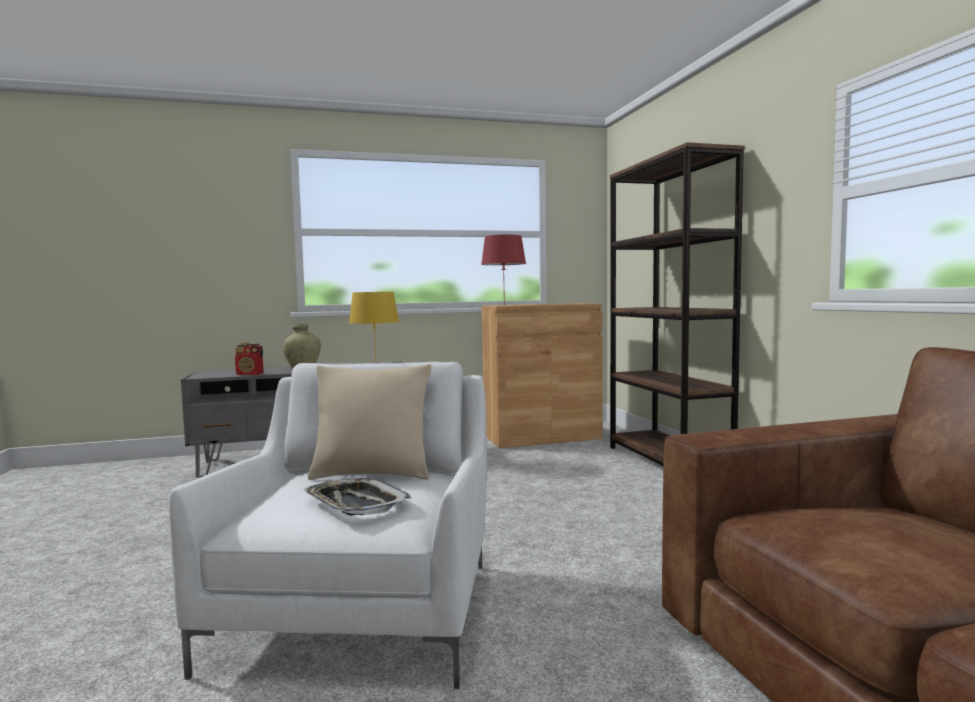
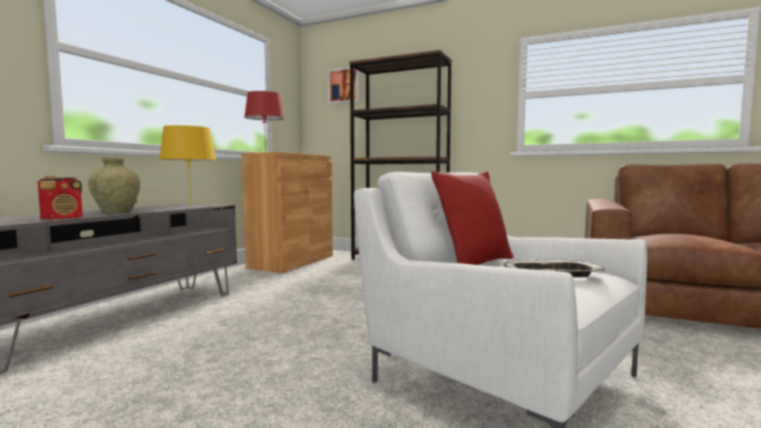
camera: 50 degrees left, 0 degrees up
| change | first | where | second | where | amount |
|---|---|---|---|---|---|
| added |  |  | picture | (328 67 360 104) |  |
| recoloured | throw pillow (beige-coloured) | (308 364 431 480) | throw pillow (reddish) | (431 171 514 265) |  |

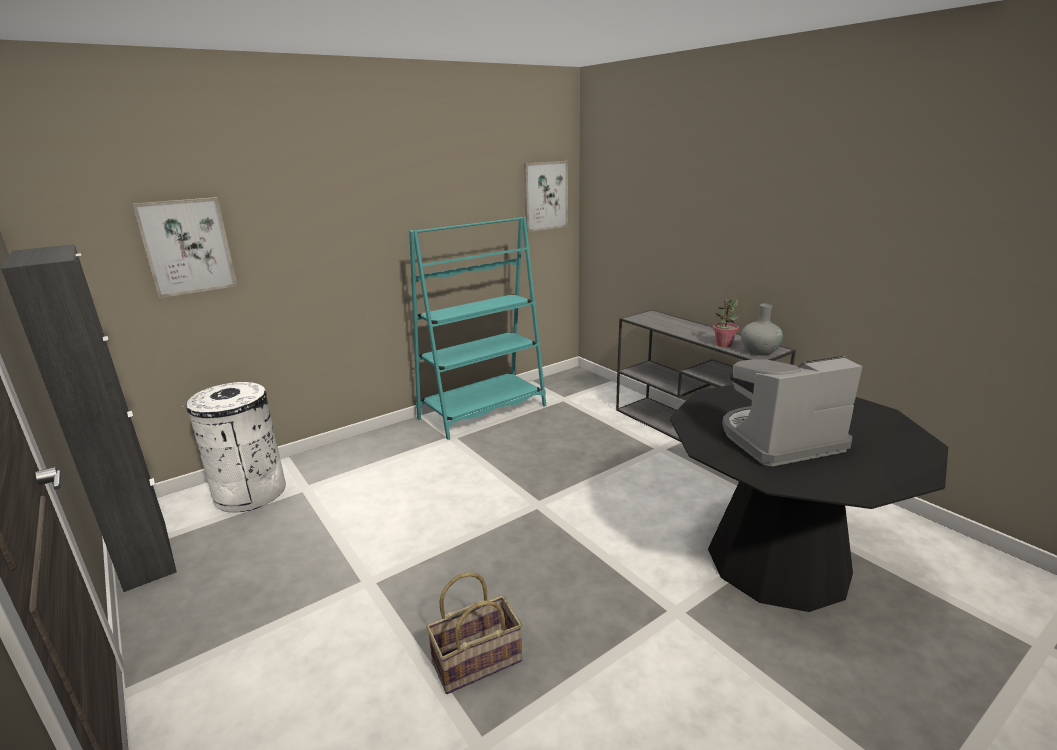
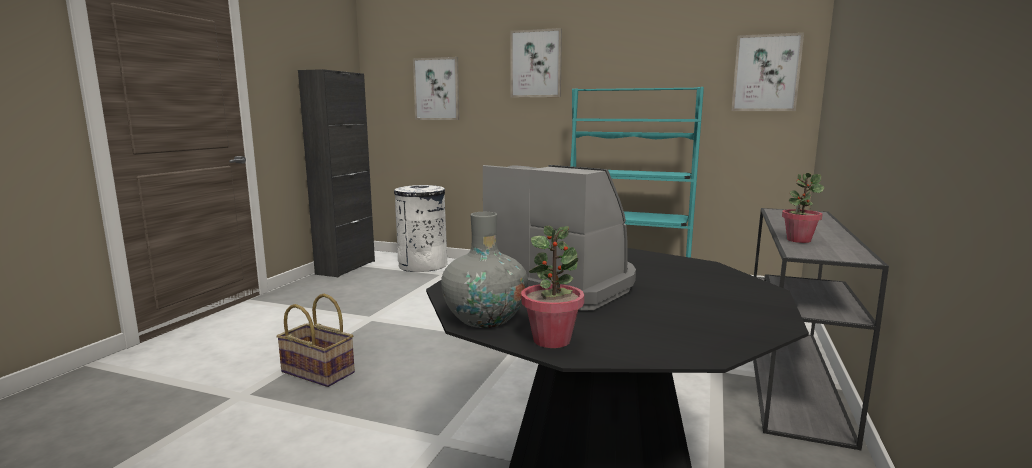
camera: 55 degrees right, 10 degrees down
| change | first | where | second | where | amount |
|---|---|---|---|---|---|
| moved | flower vase (greyish) | (741 304 783 355) |  | (441 212 528 328) |  |
| added |  |  | picture | (511 28 562 98) |  |
| added |  |  | houseplant | (521 226 584 348) |  |

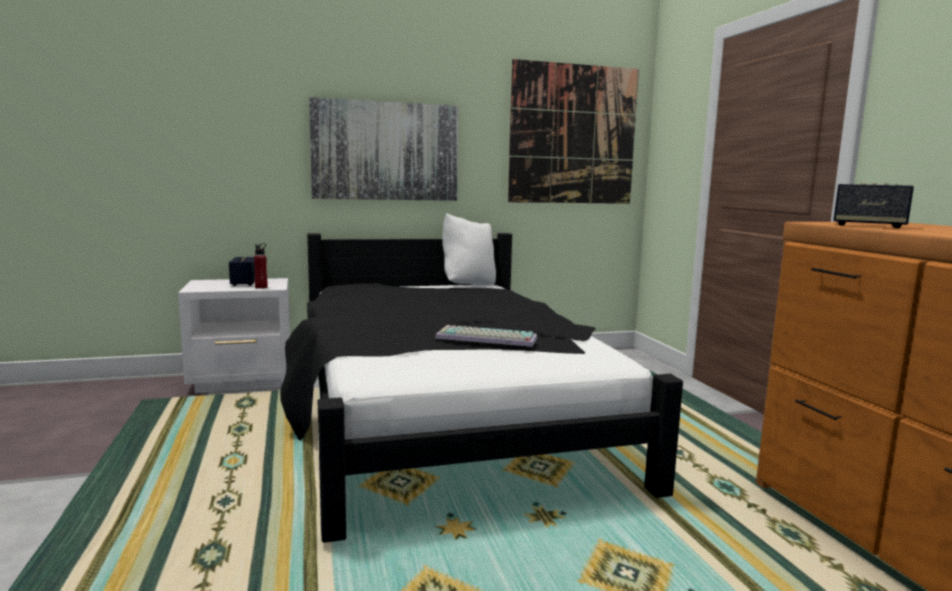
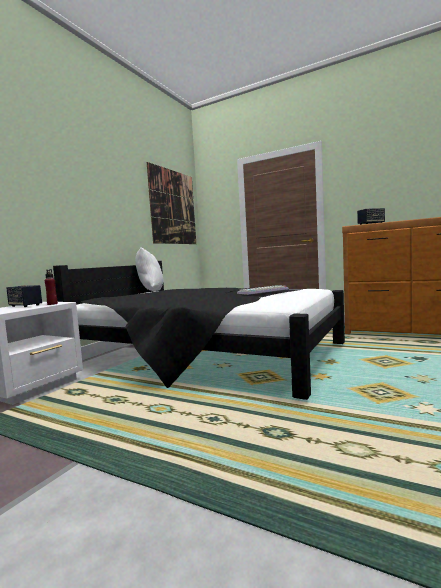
camera: 45 degrees left, 5 degrees down
| change | first | where | second | where | amount |
|---|---|---|---|---|---|
| removed | picture | (309 97 459 201) |  |  |  |

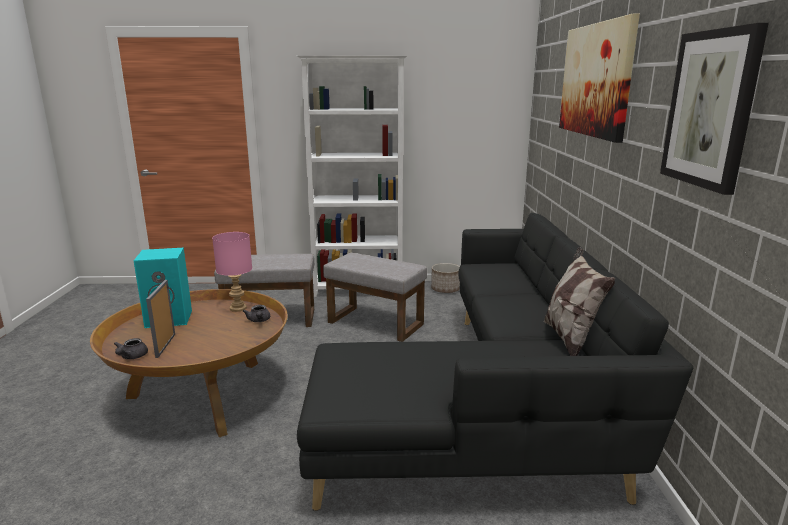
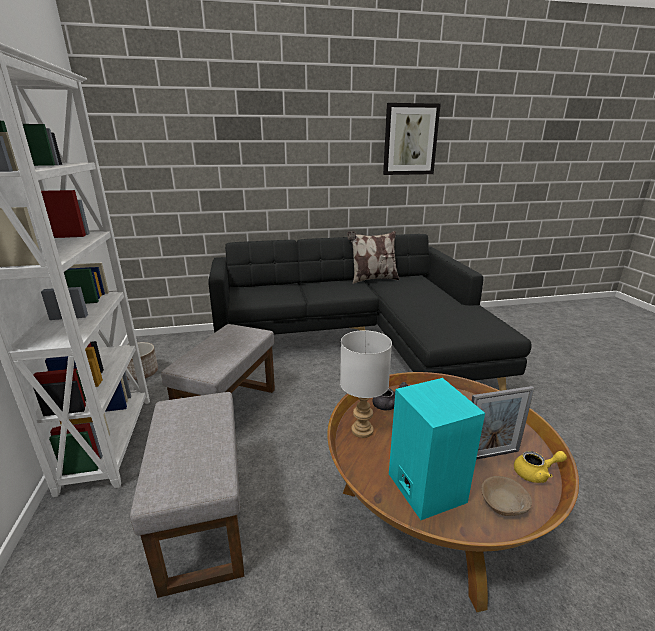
camera: 100 degrees left, 5 degrees up
| change | first | where | second | where | amount |
|---|---|---|---|---|---|
| recoloured | tabletop lamp (pink) | (212 232 252 312) | tabletop lamp (white) | (340 330 392 438) |  |
| added |  |  | deep dish (beige-coloured) | (481 476 532 516) |  |
| recoloured | teapot (greyish) | (114 338 148 359) | teapot (yellow) | (514 451 567 483) |  |
| removed | picture | (559 13 640 143) |  |  |  |

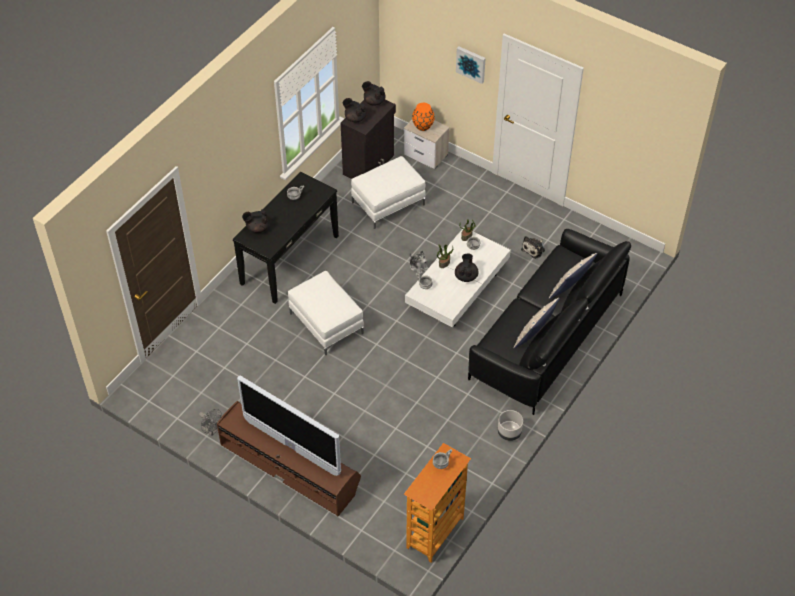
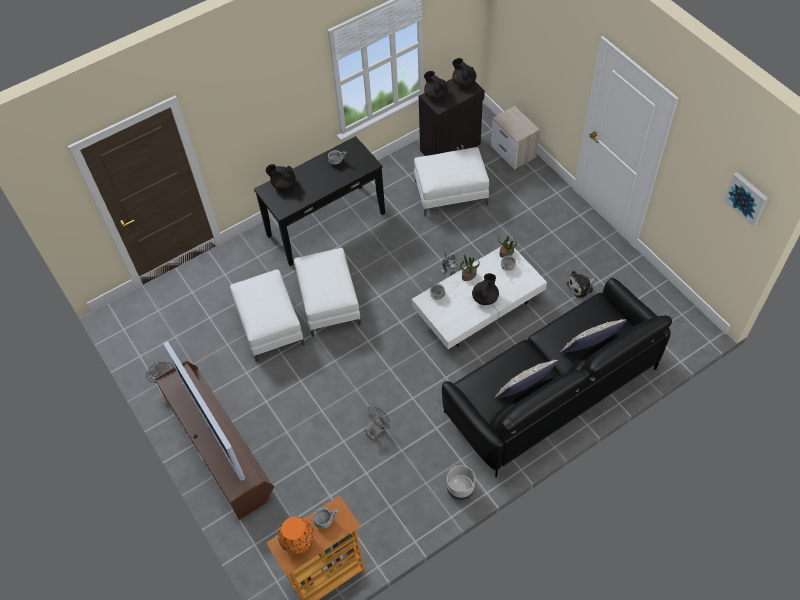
camera: 25 degrees right, 5 degrees up
| change | first | where | second | where | amount |
|---|---|---|---|---|---|
| added |  |  | footrest (white) | (230 270 305 362) |  |
| moved | flower vase (orange) | (412 103 435 131) |  | (278 517 314 554) |  |
| added |  |  | electric fan (greyish) | (364 407 390 440) |  |
| moved | picture | (456 47 486 84) |  | (723 172 768 227) |  |

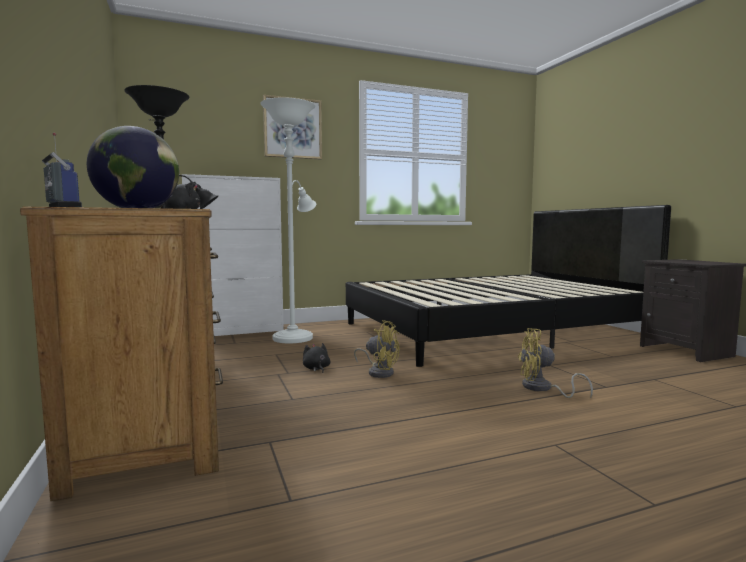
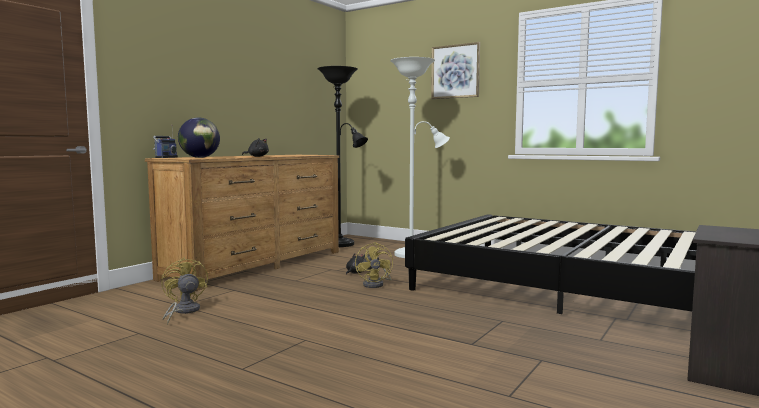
camera: 55 degrees right, 0 degrees up
| change | first | where | second | where | amount |
|---|---|---|---|---|---|
| moved | electric fan (yellow) | (518 328 593 398) |  | (161 257 208 325) |  |
| removed | storage cabinet (white) | (182 174 284 336) |  |  |  |

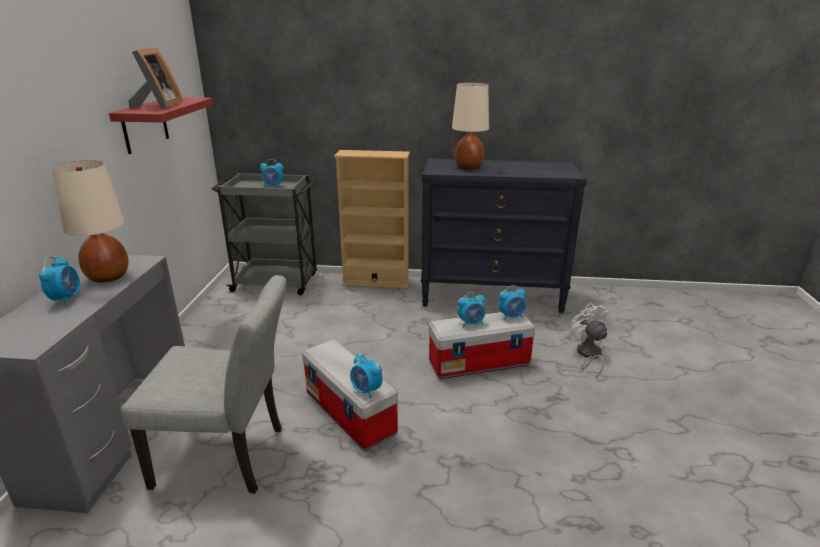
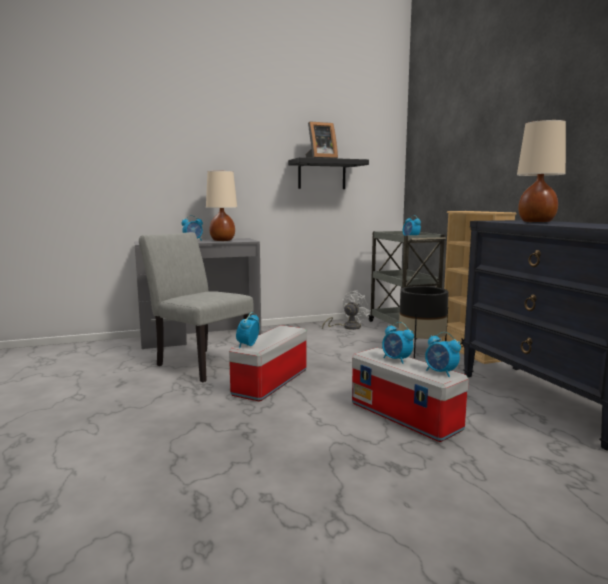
camera: 65 degrees right, 15 degrees down
| change | first | where | second | where | amount |
|---|---|---|---|---|---|
| turned | chair (greyish) | (121 275 287 494) |  | (139 232 254 382) | 150 degrees clockwise |
| recoloured | shelf (reddish) | (109 97 213 154) | shelf (blackish) | (288 157 369 189) |  |
| moved | electric fan (white) | (570 303 608 378) |  | (322 291 370 330) |  |
| added |  |  | flower pot (blackish) | (399 286 449 358) |  |

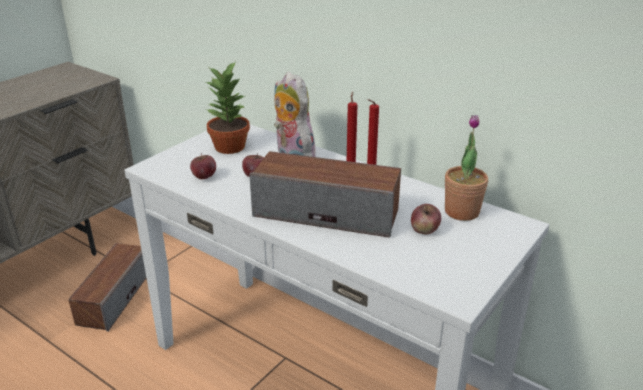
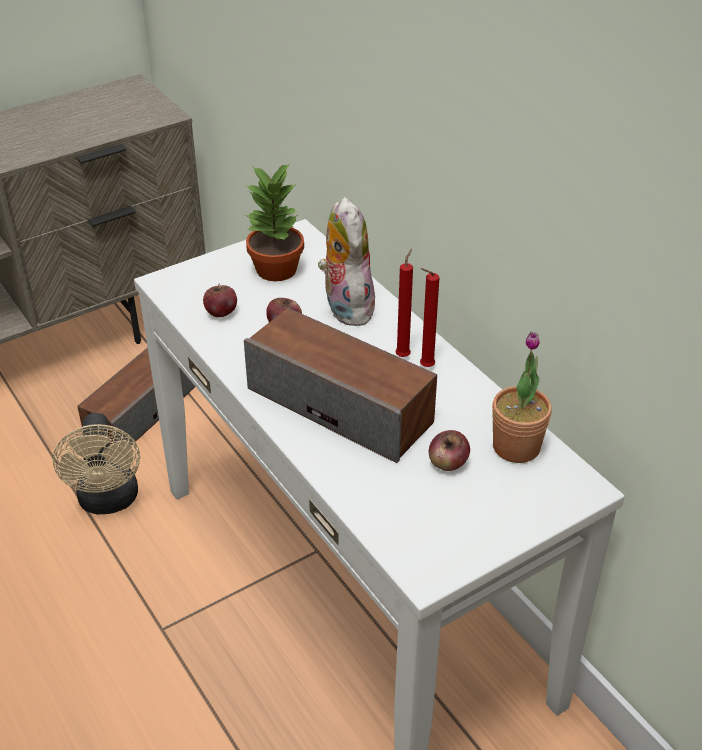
camera: 20 degrees right, 10 degrees up
| change | first | where | second | where | amount |
|---|---|---|---|---|---|
| added |  |  | electric fan (beige-coloured) | (53 413 140 515) |  |

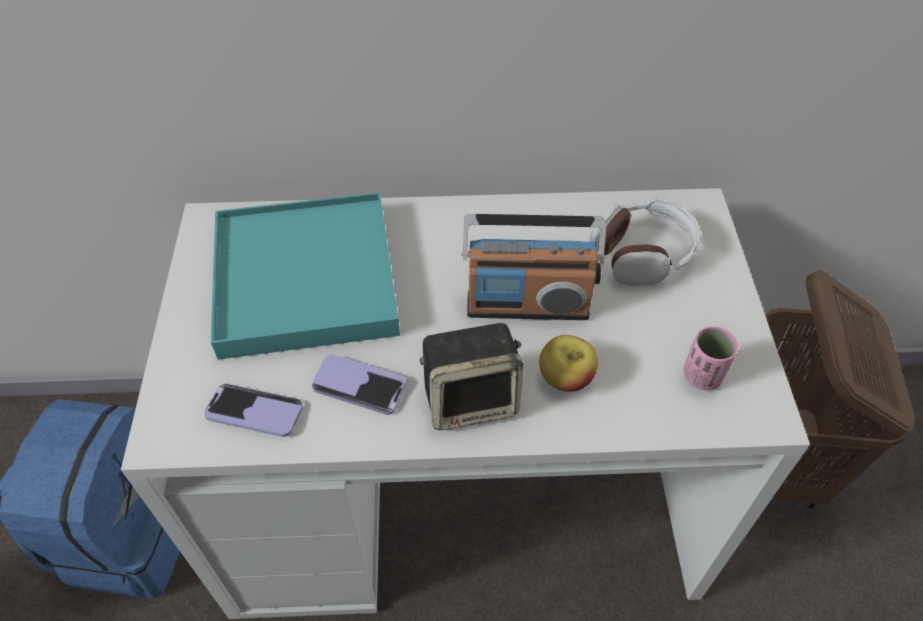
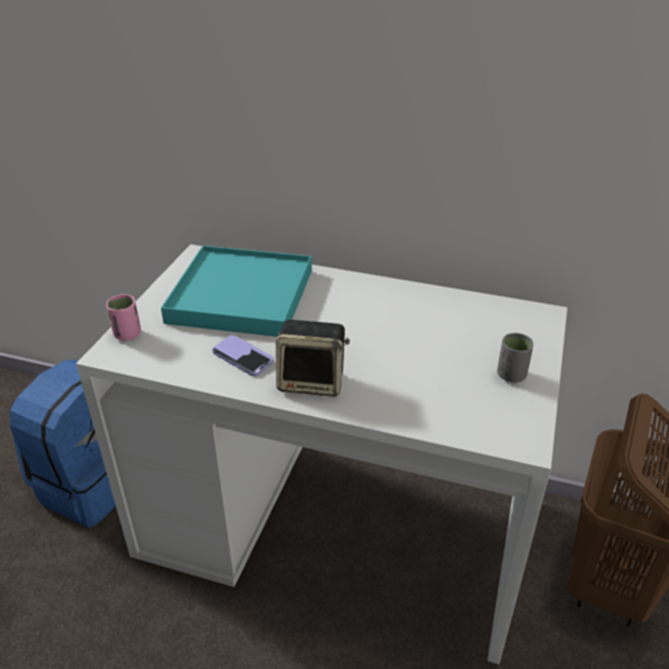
camera: 20 degrees right, 15 degrees down
| change | first | where | second | where | amount |
|---|---|---|---|---|---|
| moved | small cup (pink) | (683 326 739 391) |  | (106 294 141 341) |  |
| added |  |  | small cup (greyish) | (497 333 533 383) |  |
| removed | phone | (204 384 303 437) |  |  |  |
| removed | radio | (462 214 606 320) |  |  |  |
| removed | apple | (539 335 598 392) |  |  |  |
| removed | headphones | (589 198 701 286) |  |  |  |

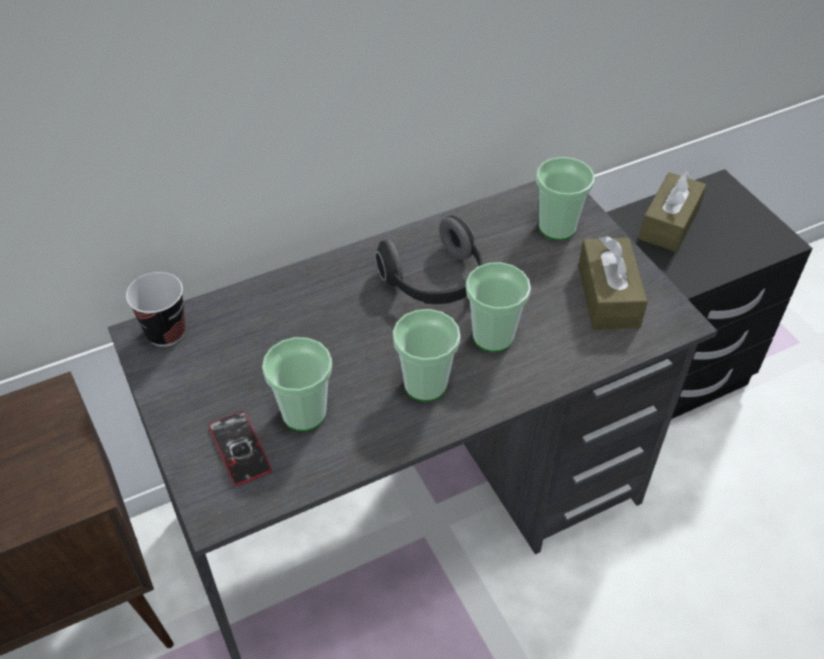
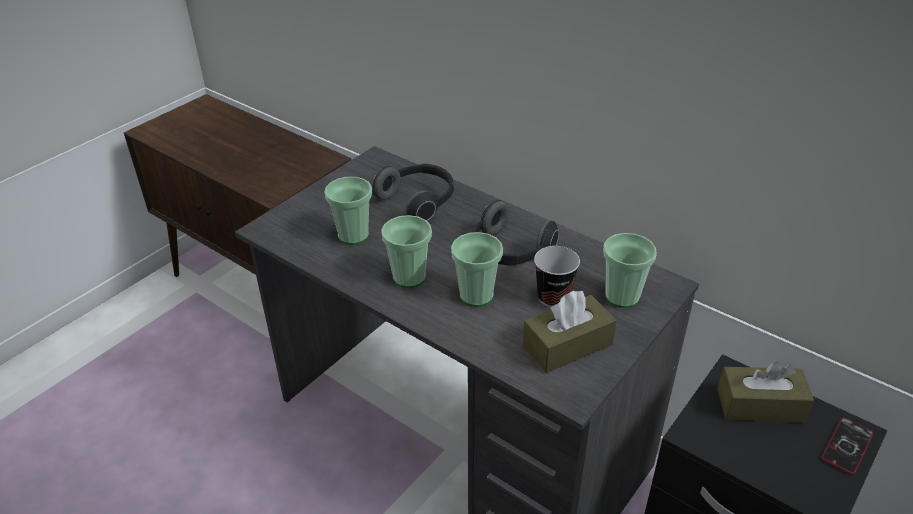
camera: 65 degrees right, 10 degrees down
| change | first | where | second | where | amount |
|---|---|---|---|---|---|
| added |  |  | headphones | (372 163 454 221) |  |
| moved | small cup | (126 272 186 347) |  | (534 246 580 307) |  |
| moved | phone | (208 411 272 486) |  | (822 418 874 474) |  |

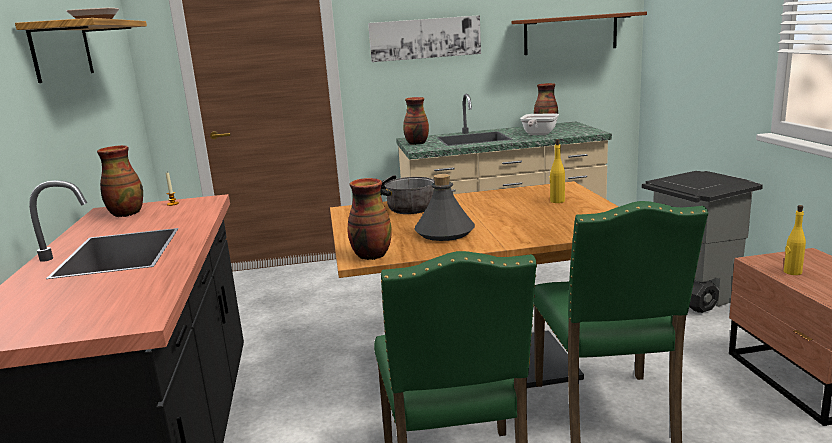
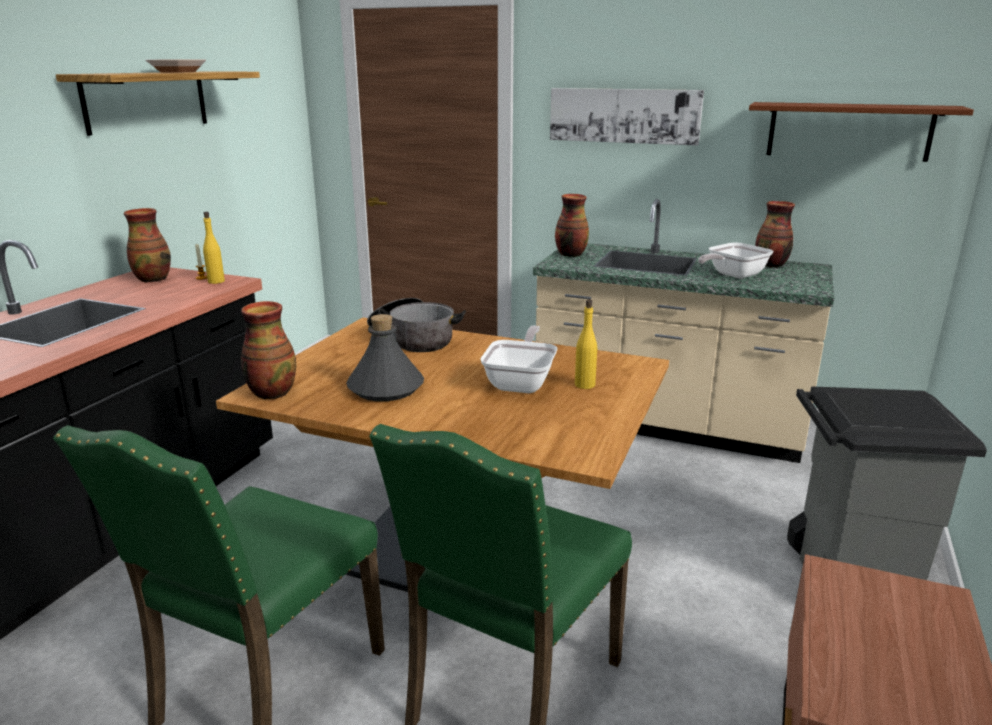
camera: 30 degrees right, 5 degrees up
| change | first | where | second | where | amount |
|---|---|---|---|---|---|
| moved | beverage bottle (yellow) | (784 205 806 275) |  | (203 212 225 284) |  |
| added |  |  | skillet | (480 326 557 393) |  |

